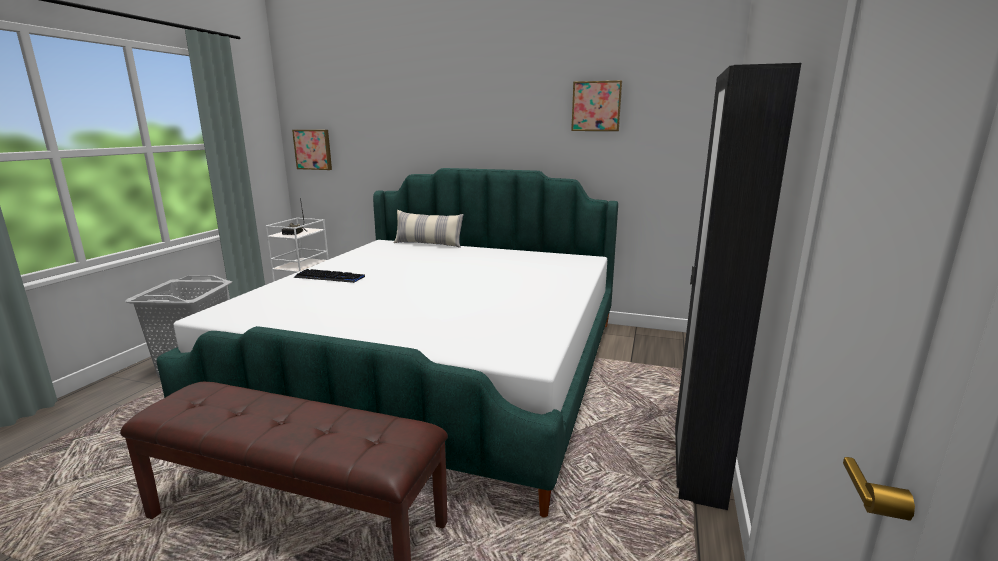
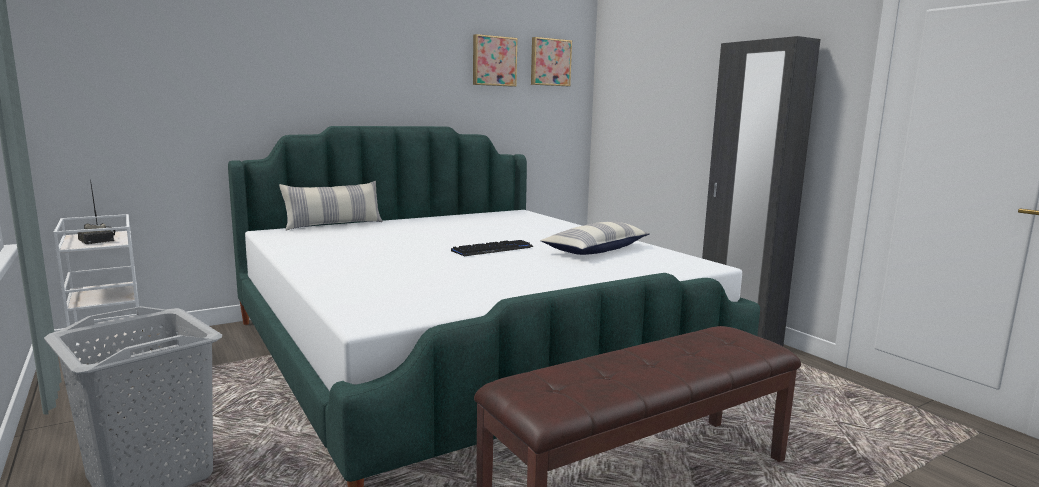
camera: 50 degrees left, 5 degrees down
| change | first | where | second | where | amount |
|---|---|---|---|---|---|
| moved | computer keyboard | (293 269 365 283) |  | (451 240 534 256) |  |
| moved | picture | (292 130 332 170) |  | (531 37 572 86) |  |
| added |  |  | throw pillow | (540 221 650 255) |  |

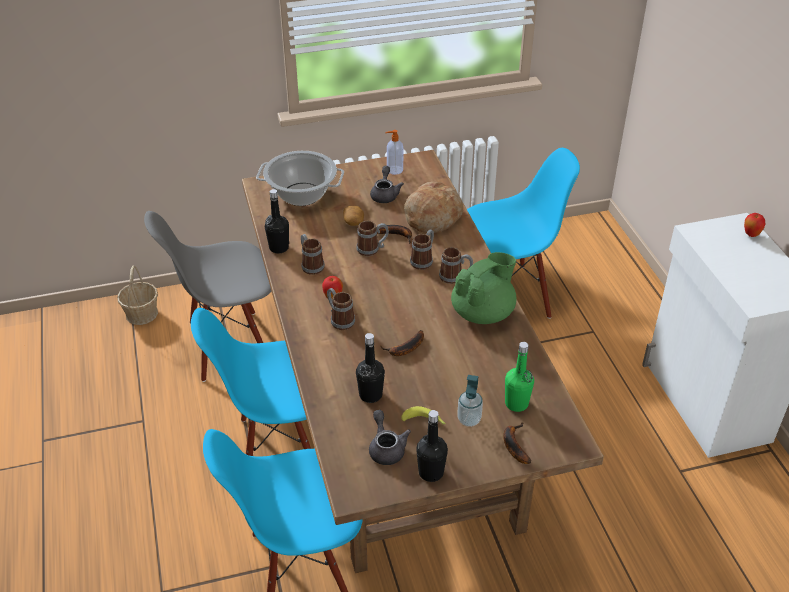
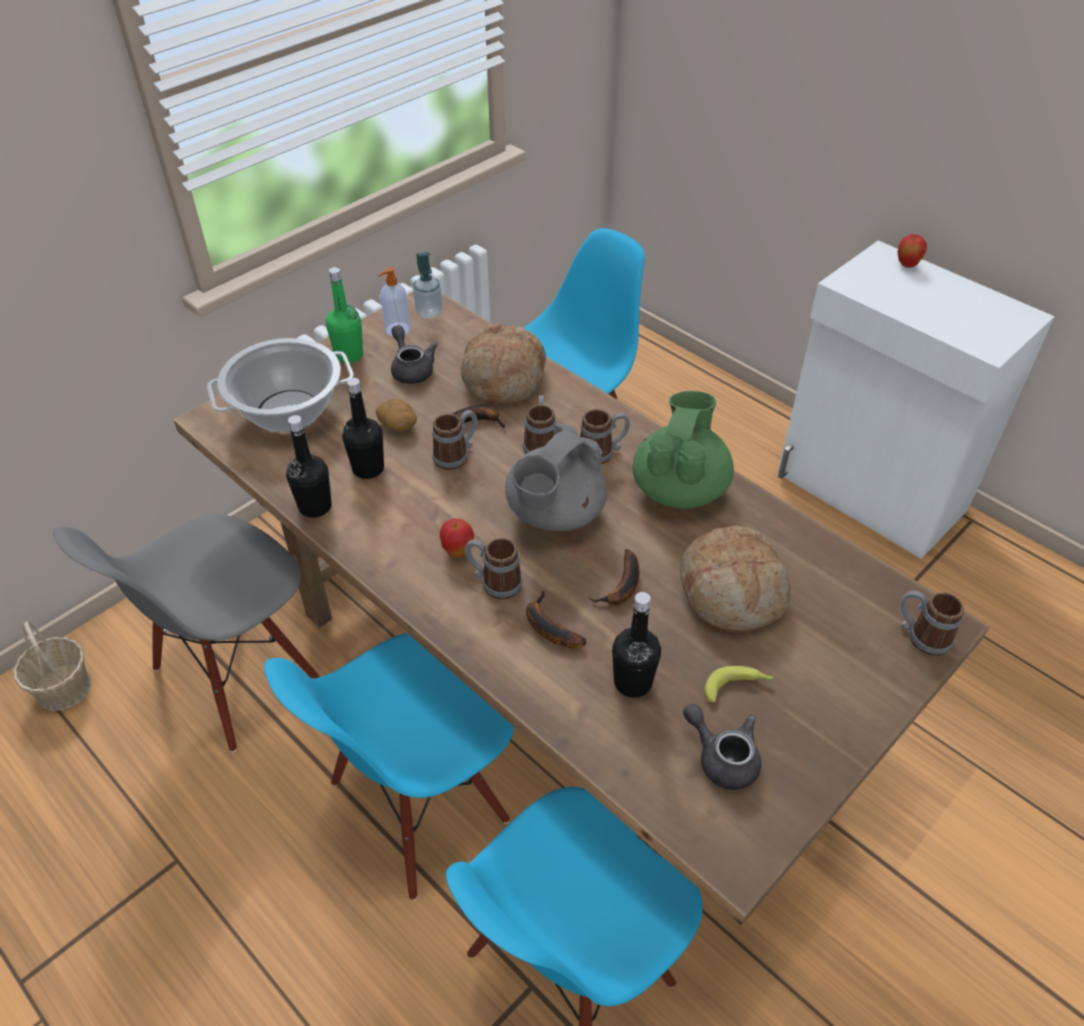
camera: 30 degrees left, 5 degrees up
| change | first | where | second | where | amount |
|---|---|---|---|---|---|
| moved | beverage bottle (greenish) | (505 342 534 412) |  | (326 267 363 363) |  |
| moved | beverage bottle (blackish) | (416 410 448 482) |  | (342 378 384 479) |  |
| moved | soap dispenser | (457 375 483 427) |  | (413 252 442 319) |  |
| added |  |  | teapot (greyish) | (505 424 607 531) |  |
| moved | whole banana | (503 422 531 464) |  | (526 590 586 648) |  |
| added |  |  | bakery bread | (680 525 791 632) |  |
| moved | coffee mug | (301 234 325 275) |  | (900 591 964 656) |  |

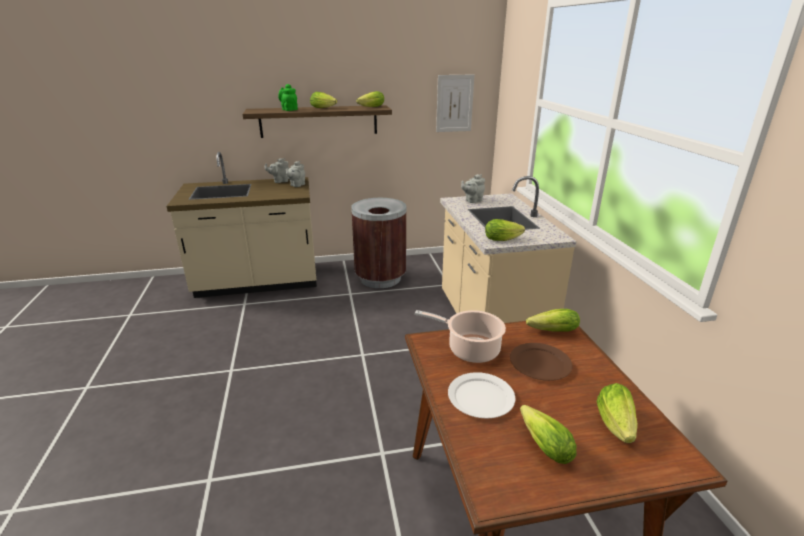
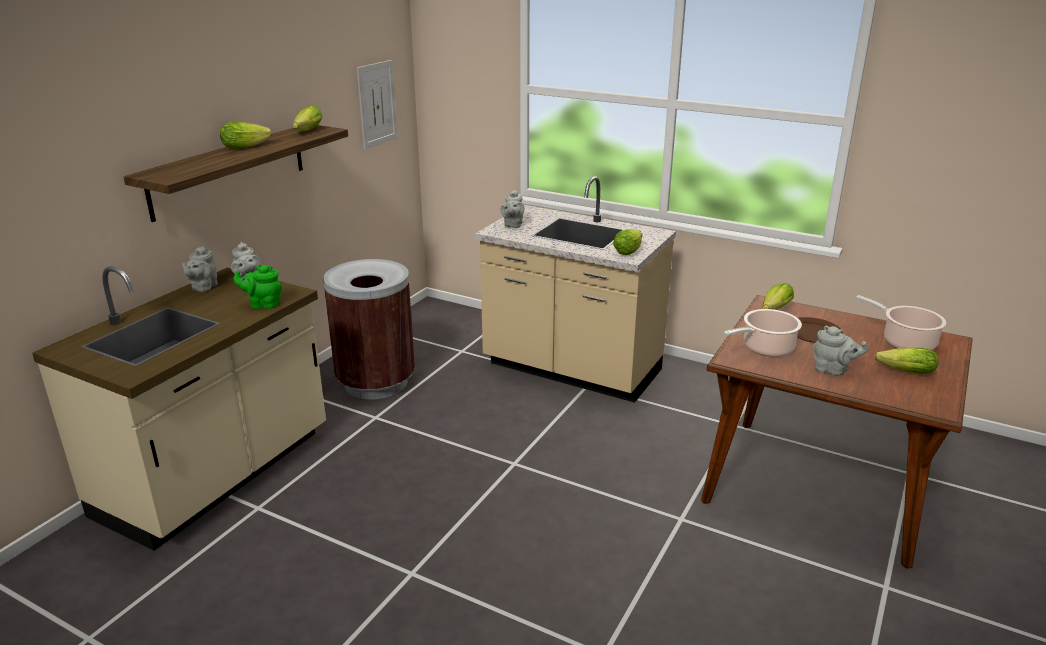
camera: 50 degrees left, 0 degrees up
| change | first | where | second | where | amount |
|---|---|---|---|---|---|
| moved | teapot (greenish) | (278 84 298 111) |  | (233 265 282 309) |  |
| replaced | flat dish (white) | (448 372 516 418) | teapot (greyish) | (813 326 869 376) |  |
| replaced | lettuce | (597 383 638 443) | stockpot | (856 295 946 350) |  |

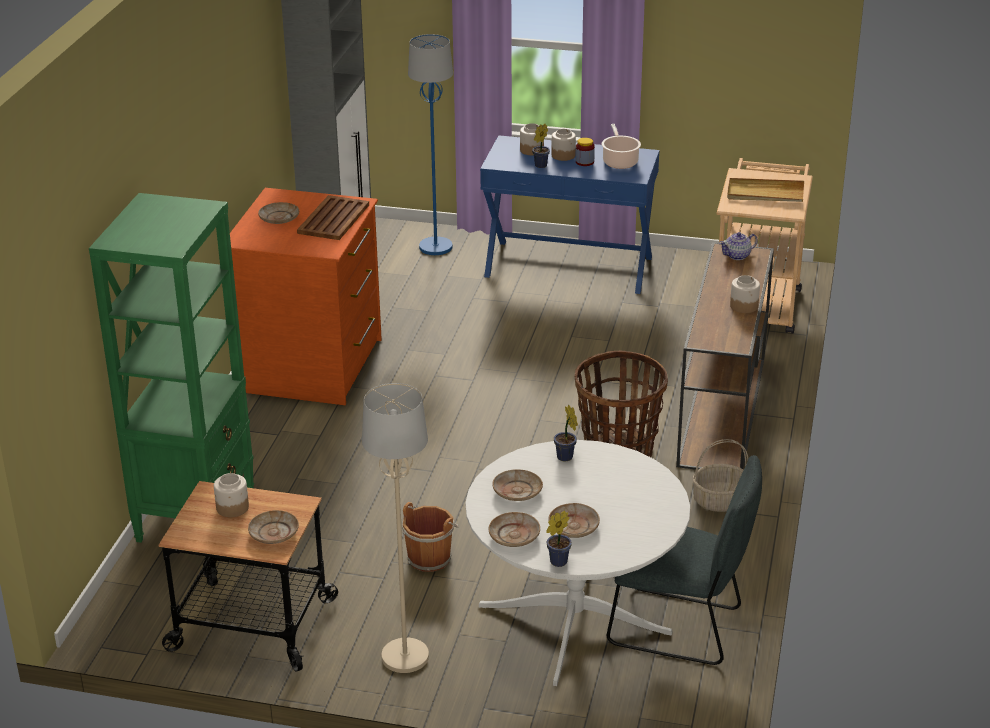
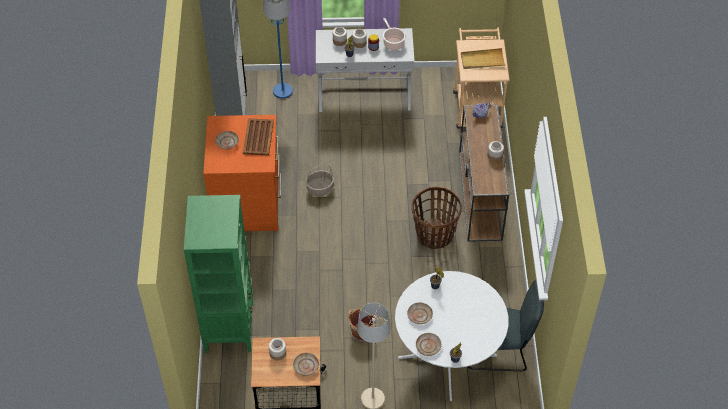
camera: 15 degrees left, 20 degrees up
| change | first | where | second | where | amount |
|---|---|---|---|---|---|
| moved | storage basket | (692 439 748 512) |  | (306 164 334 196) |  |
| recoloured | hall table (blue) | (480 135 660 294) | hall table (white) | (316 28 415 112) |  |
| removed | flat dish (beige-coloured) | (548 503 600 538) |  |  |  |

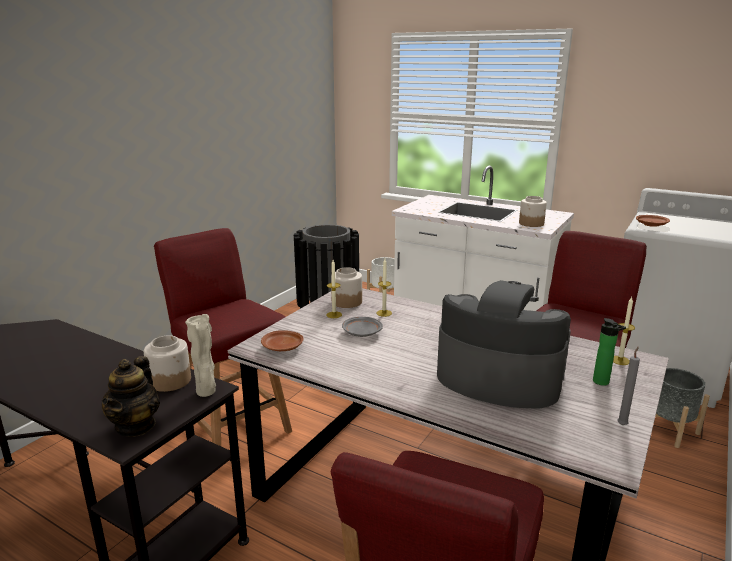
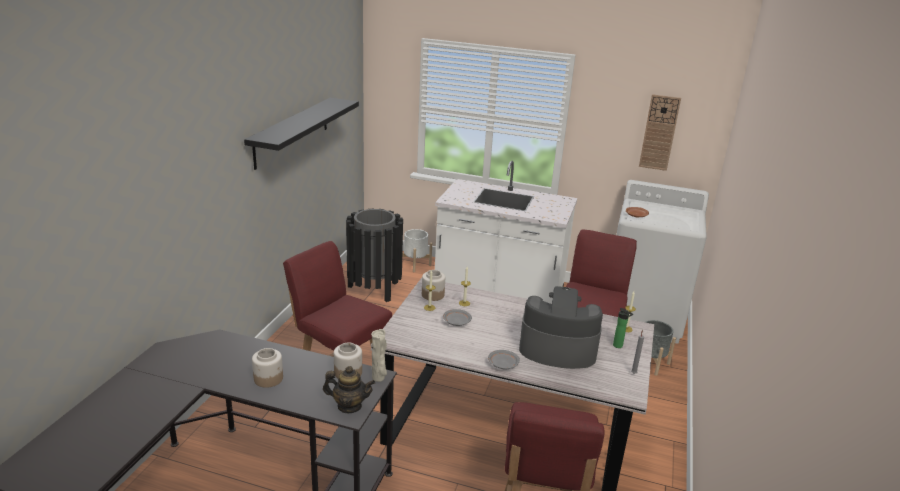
camera: 15 degrees left, 5 degrees up
| change | first | where | second | where | amount |
|---|---|---|---|---|---|
| added |  |  | shelf (blackish) | (244 98 359 170) |  |
| moved | preserve jar | (519 196 547 227) |  | (252 348 283 388) |  |
| turned | teapot | (102 356 160 437) |  | (323 366 375 413) | 75 degrees counterclockwise |
| added |  |  | flat dish (greyish) | (488 350 520 369) |  |
| added |  |  | clock on the wall | (639 94 681 171) |  |
| removed | flat dish (brownish) | (261 330 304 351) |  |  |  |

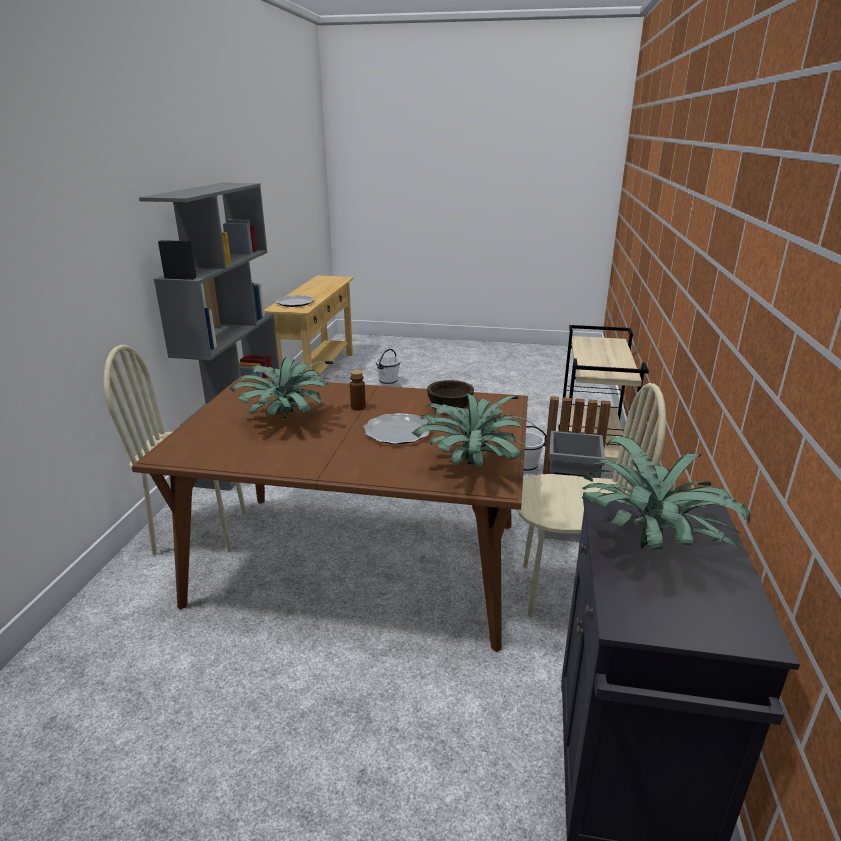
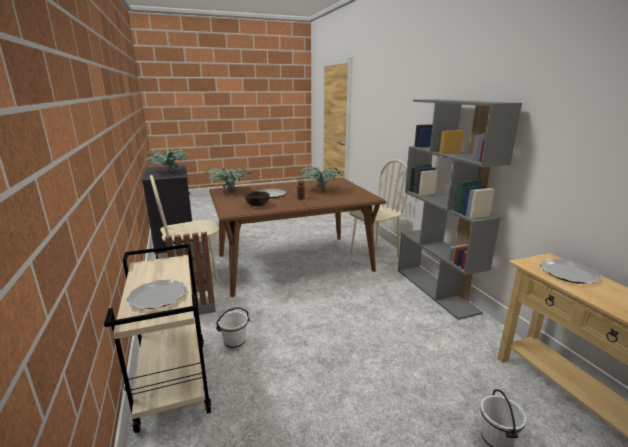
camera: 150 degrees right, 5 degrees down
| change | first | where | second | where | amount |
|---|---|---|---|---|---|
| added |  |  | flat dish | (126 279 187 309) |  |

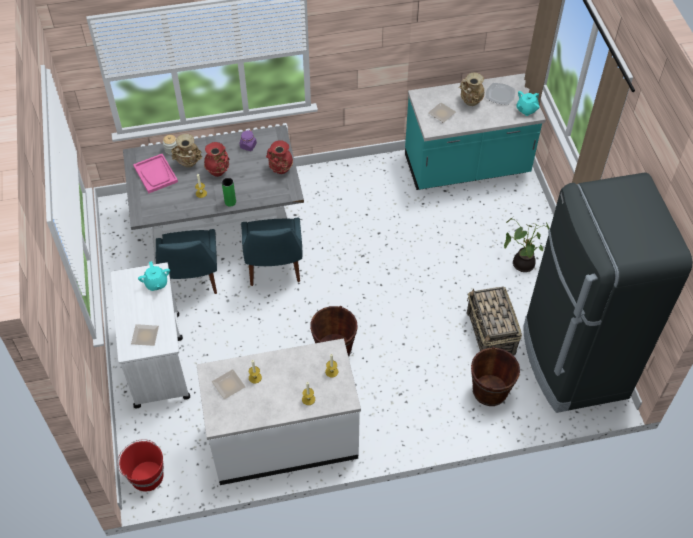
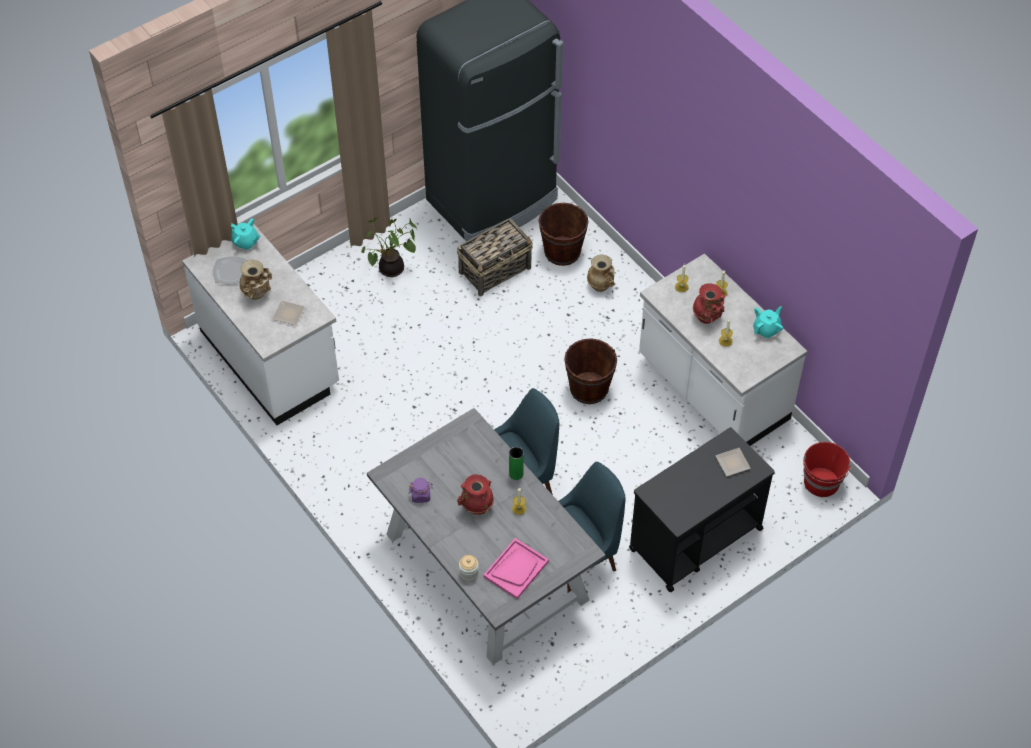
camera: 115 degrees left, 0 degrees up
| change | first | where | second | where | amount |
|---|---|---|---|---|---|
| recoloured | kitchen base unit (blue-green) | (405 73 546 190) | kitchen base unit (white) | (182 224 339 425) |  |
| moved | flower vase (beige-coloured) | (171 134 202 168) |  | (587 255 616 292) |  |
| recoloured | trolley (white) | (111 262 190 408) | trolley (blackish) | (629 427 775 592) |  |
| moved | flower vase (reddish) | (266 140 293 174) |  | (693 284 725 324) |  |
| moved | teapot (blue-green) | (138 261 170 291) |  | (753 306 783 338) |  |
| removed | flat dish | (212 369 246 399) |  |  |  |

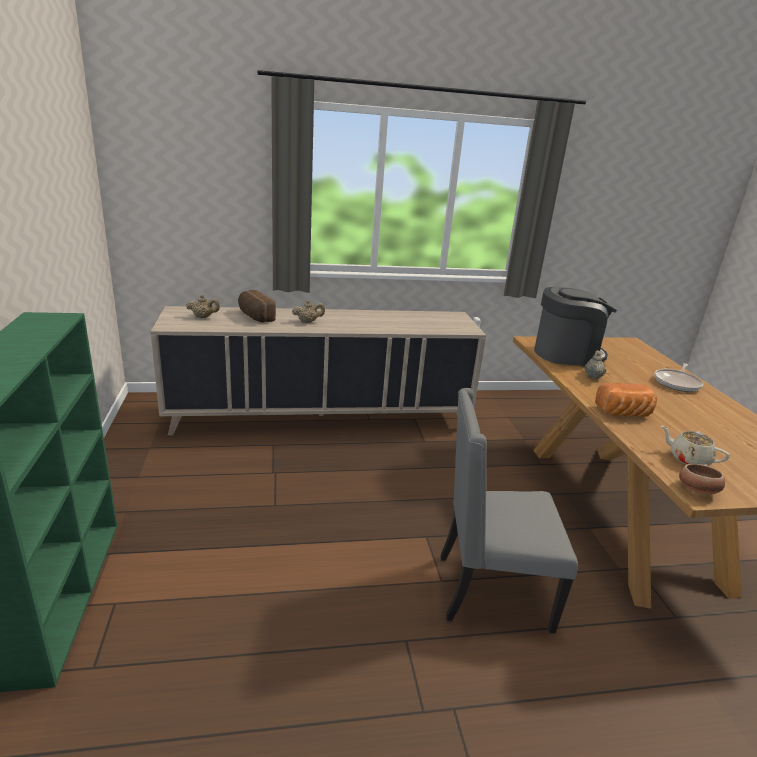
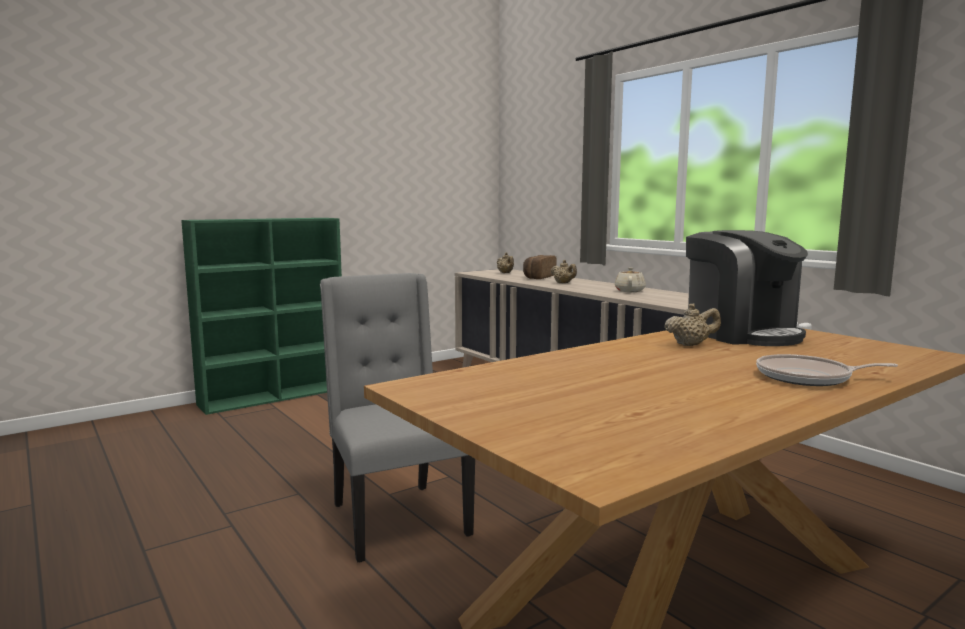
camera: 65 degrees right, 15 degrees down
| change | first | where | second | where | amount |
|---|---|---|---|---|---|
| moved | teapot (beige-coloured) | (661 426 730 466) |  | (615 267 646 292) |  |
| removed | bakery bread | (595 383 657 416) |  |  |  |
| removed | deep dish | (679 464 725 495) |  |  |  |

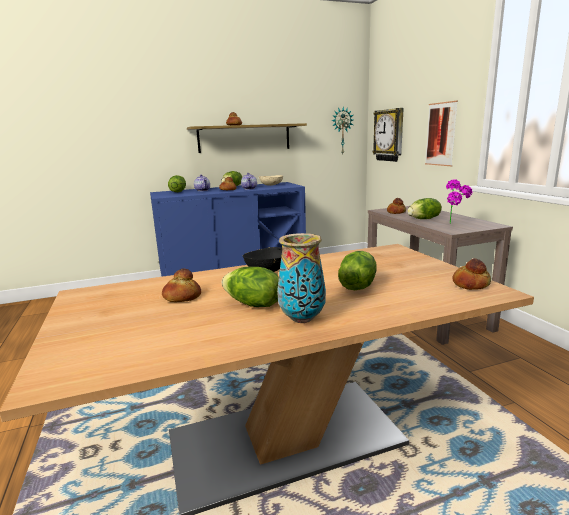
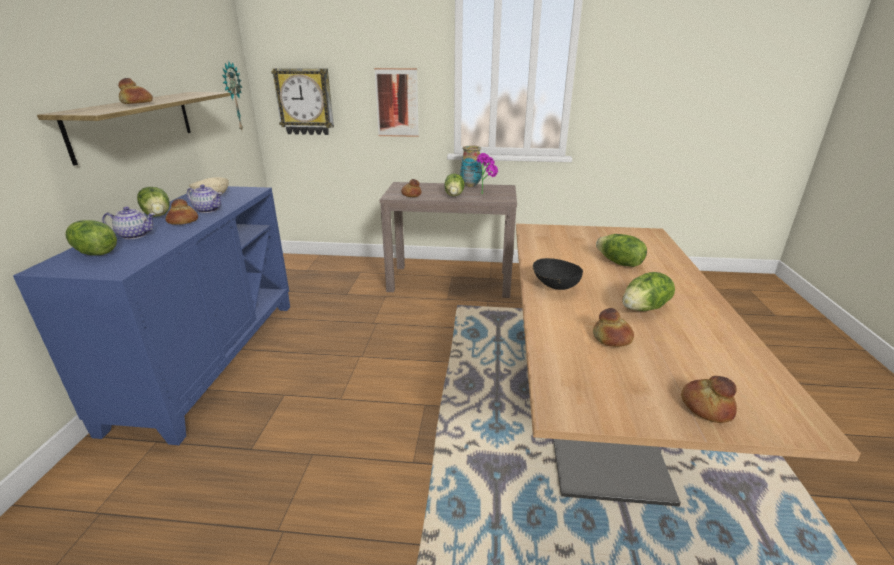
camera: 65 degrees left, 10 degrees up
| change | first | where | second | where | amount |
|---|---|---|---|---|---|
| moved | flower vase | (277 233 326 323) |  | (460 146 482 187) |  |
| moved | bakery bread | (453 258 491 290) |  | (681 376 737 423) |  |

